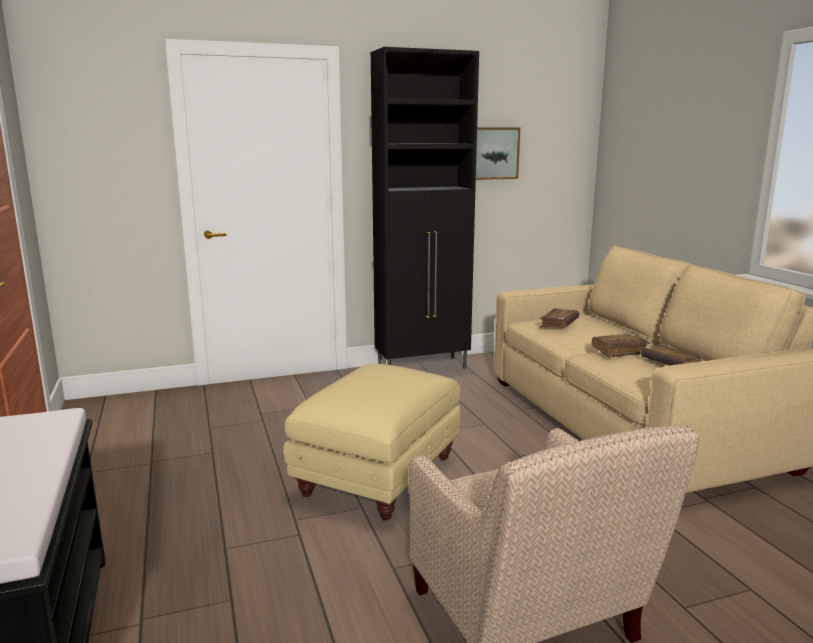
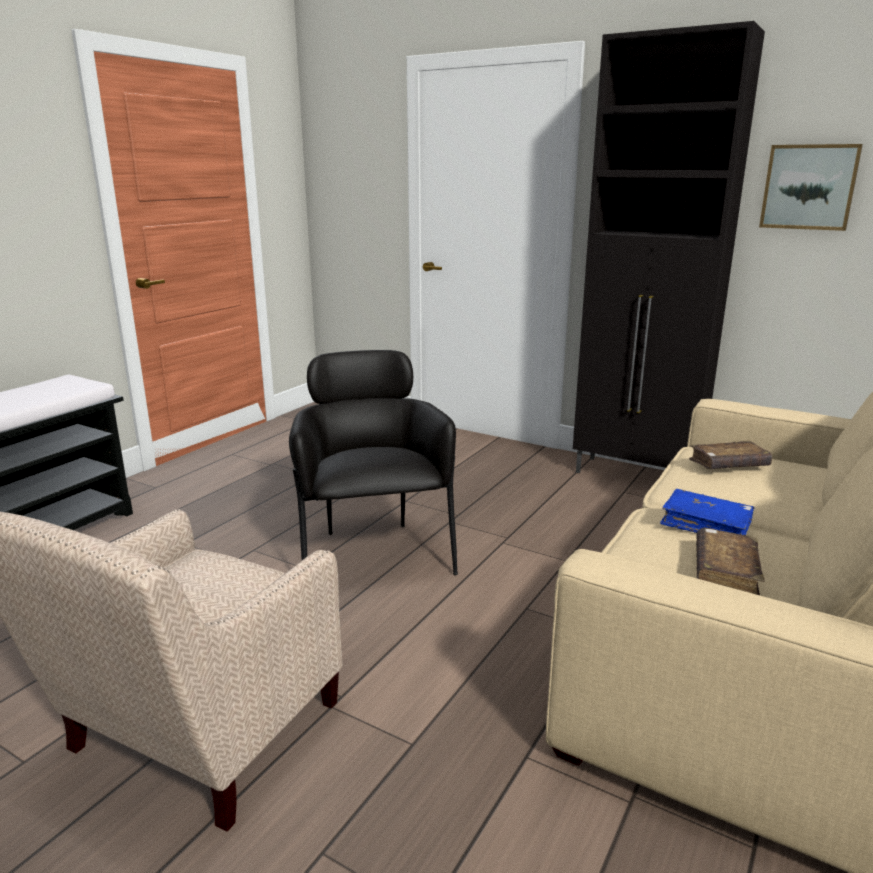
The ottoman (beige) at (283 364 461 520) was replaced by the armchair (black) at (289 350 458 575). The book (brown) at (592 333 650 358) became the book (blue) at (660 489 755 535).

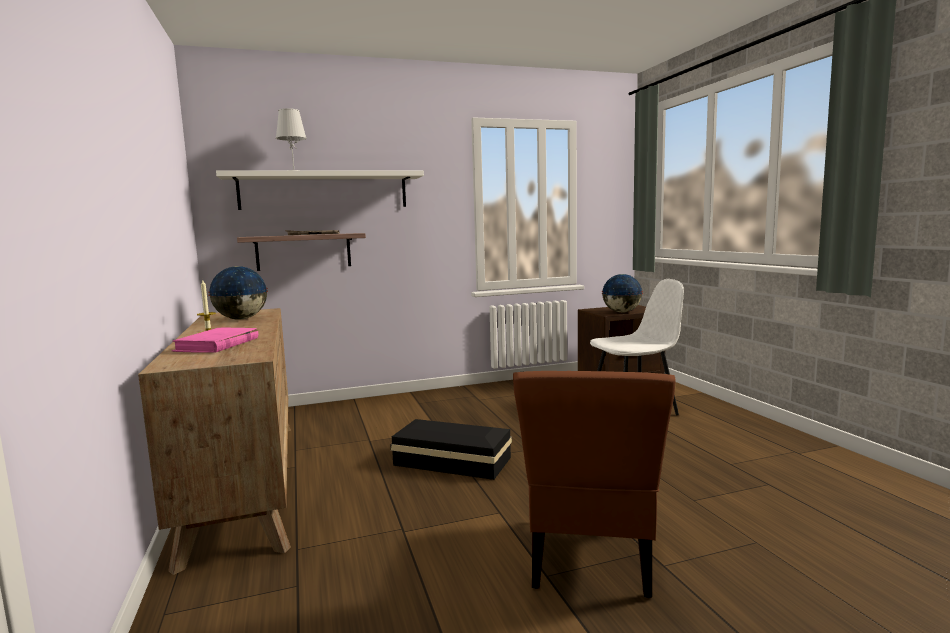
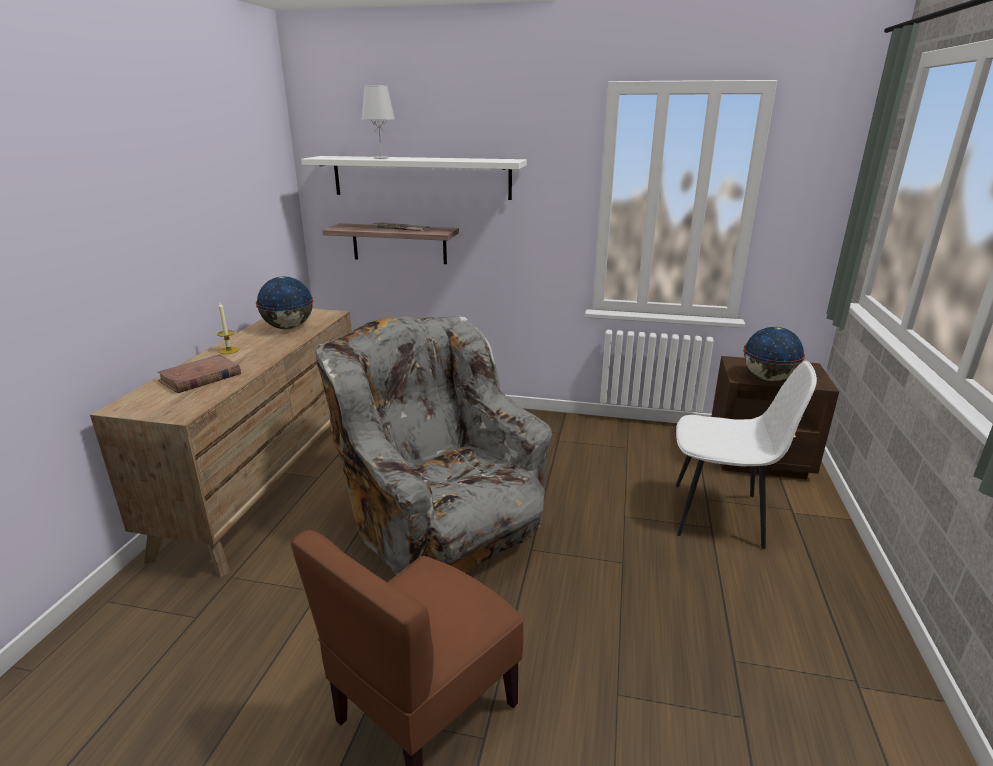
The book (pink) at (171 328 258 353) became the book (brown) at (158 354 241 393). The storage box (black) at (390 419 512 480) was replaced by the armchair (grey) at (315 316 552 575).

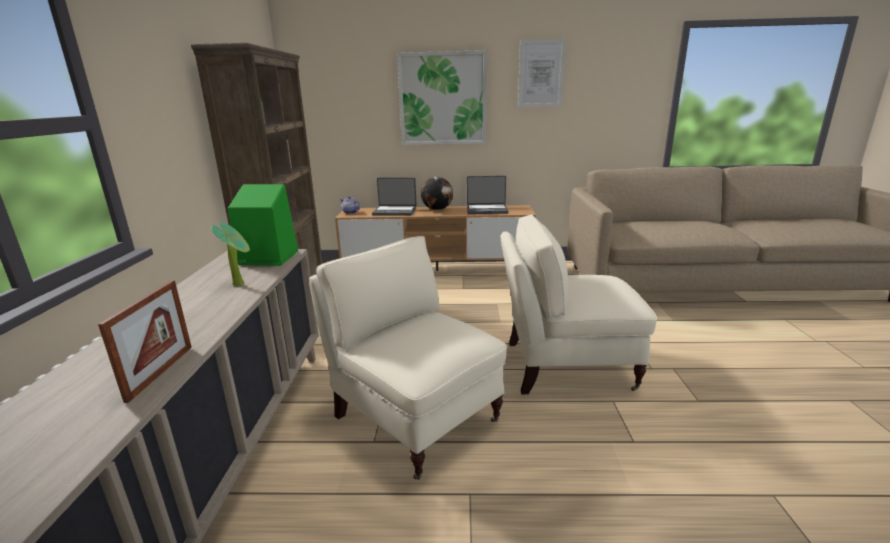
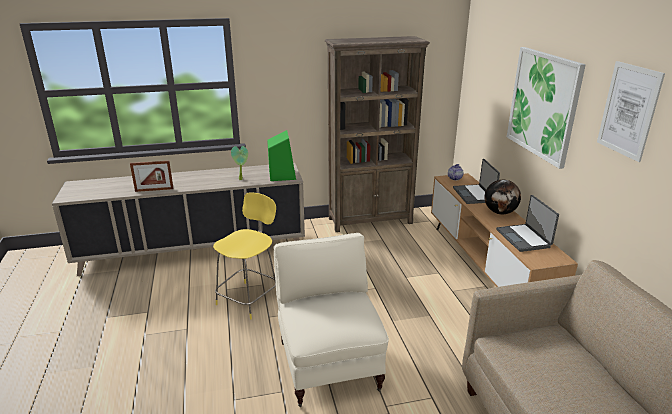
The armchair (beige) at (309 236 507 480) was replaced by the stool (yellow) at (213 192 276 320).

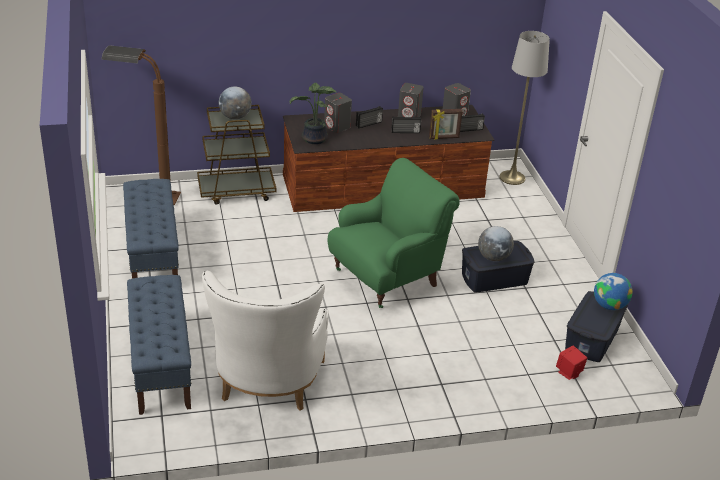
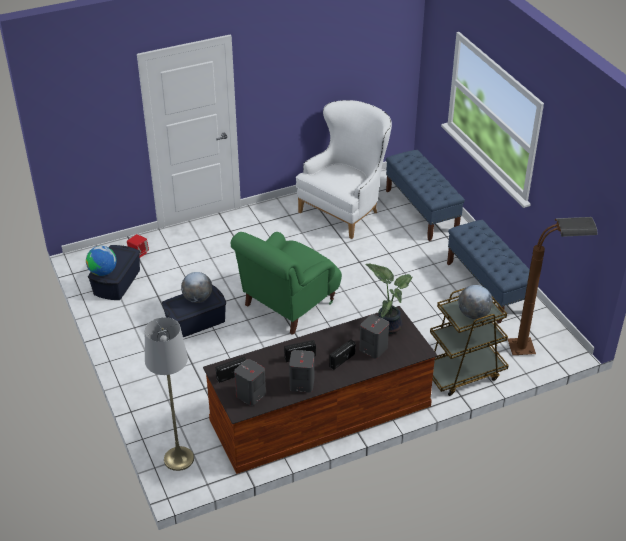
The armchair (white) at (202 271 329 410) turned 45 degrees clockwise. The picture frame at (429 109 463 139) disappeared.

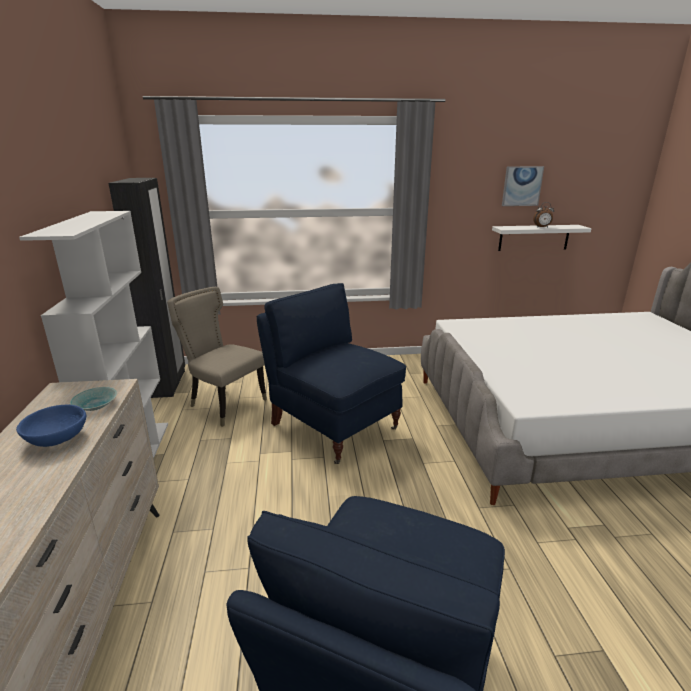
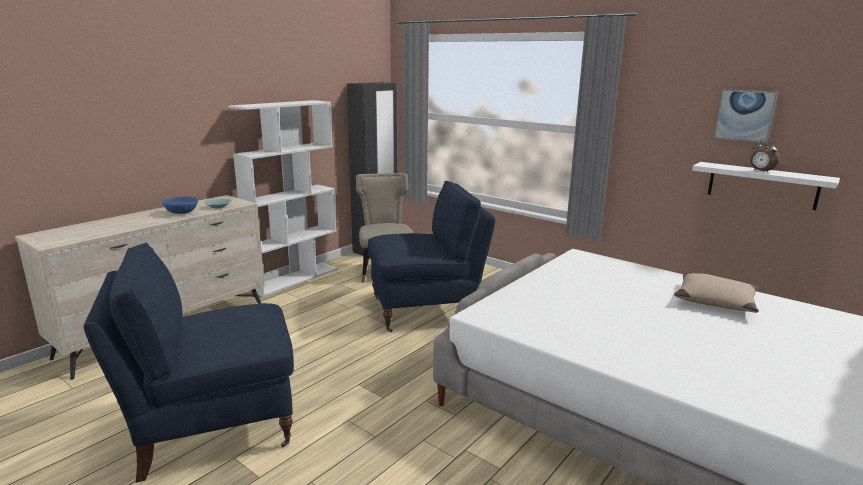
The armchair (blue) at (257 283 406 464) turned 75 degrees clockwise. The pillow (beige) at (674 273 759 313) appeared.

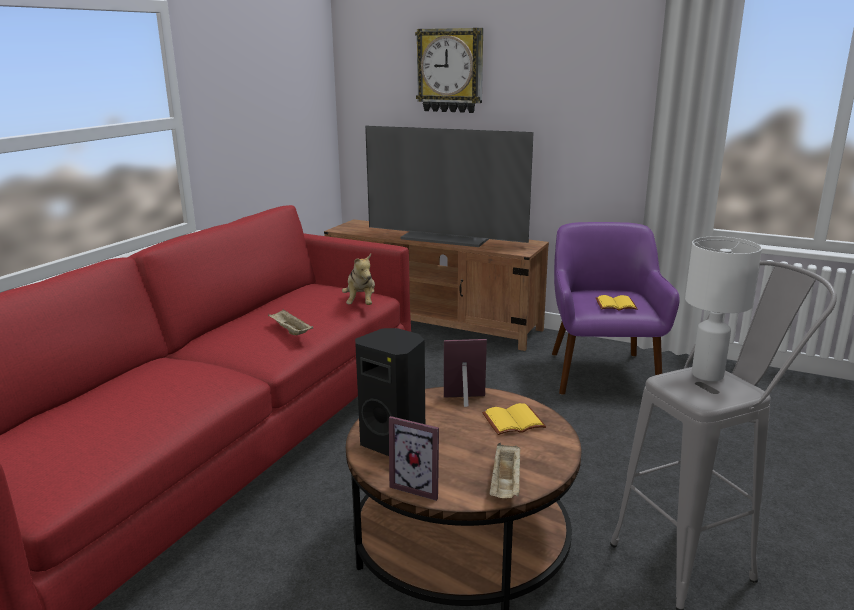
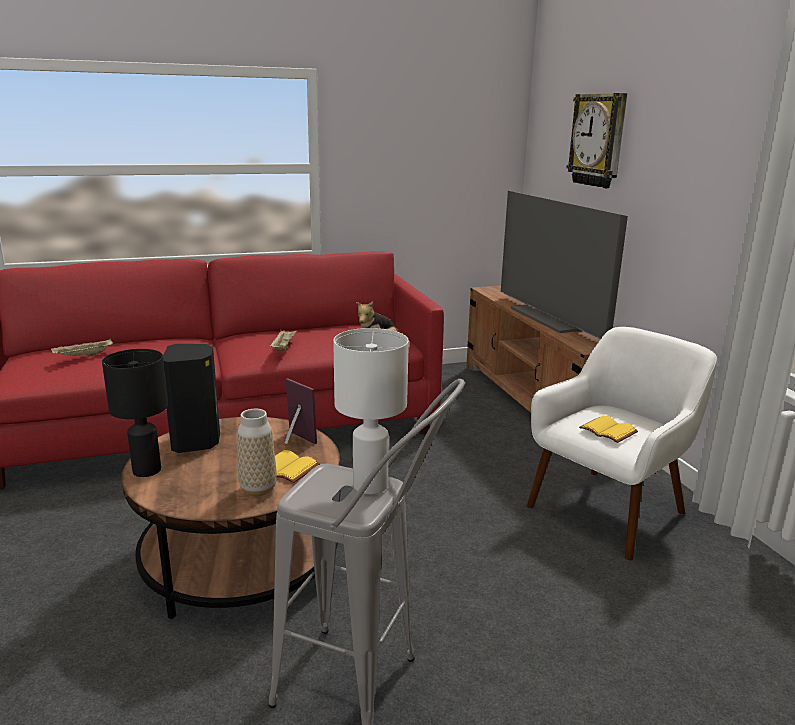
The tray (beige) moved from (489 443 520 498) to (51 338 113 357). The picture frame at (389 416 439 501) was replaced by the table lamp (black) at (102 349 168 477). The vase at (237 409 277 496) appeared. The armchair (purple) at (552 222 680 395) became the armchair (white) at (527 327 717 561).

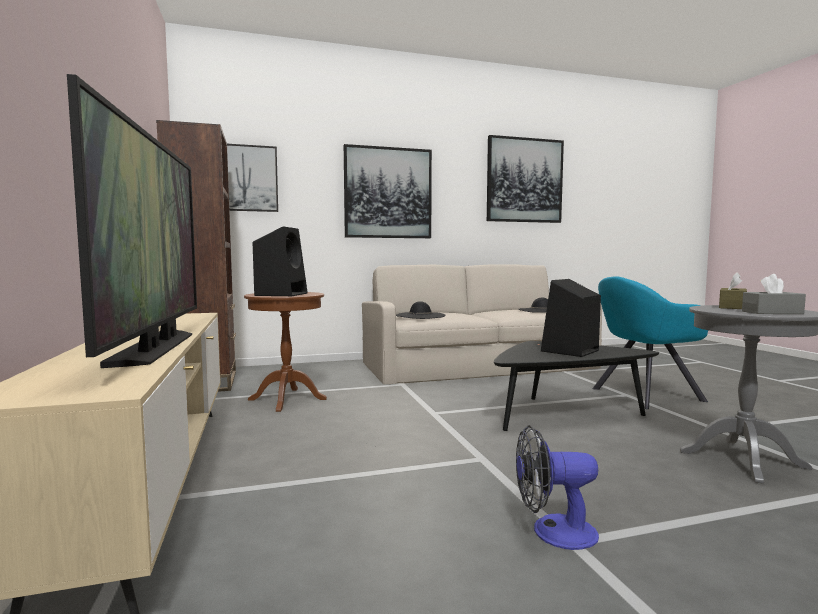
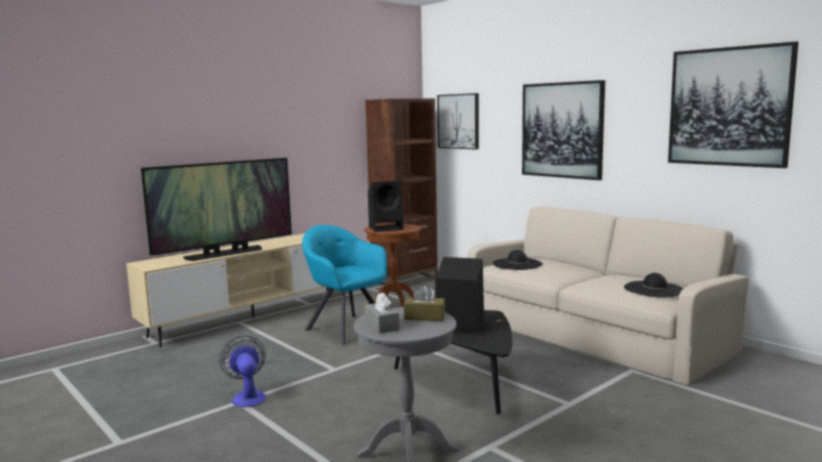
The armchair (turquoise) moved from (592 276 708 409) to (302 225 387 345).

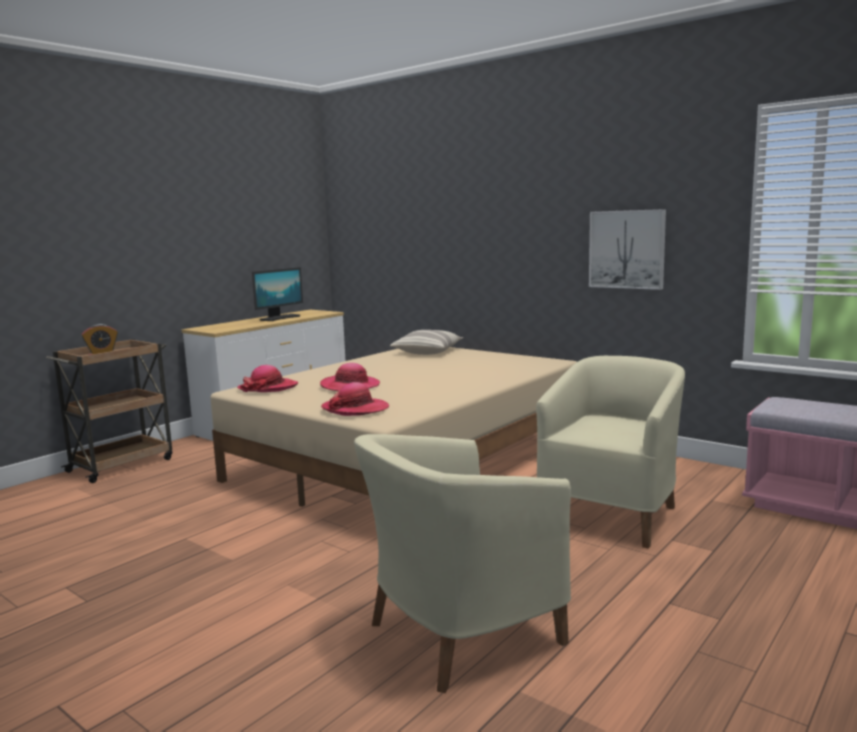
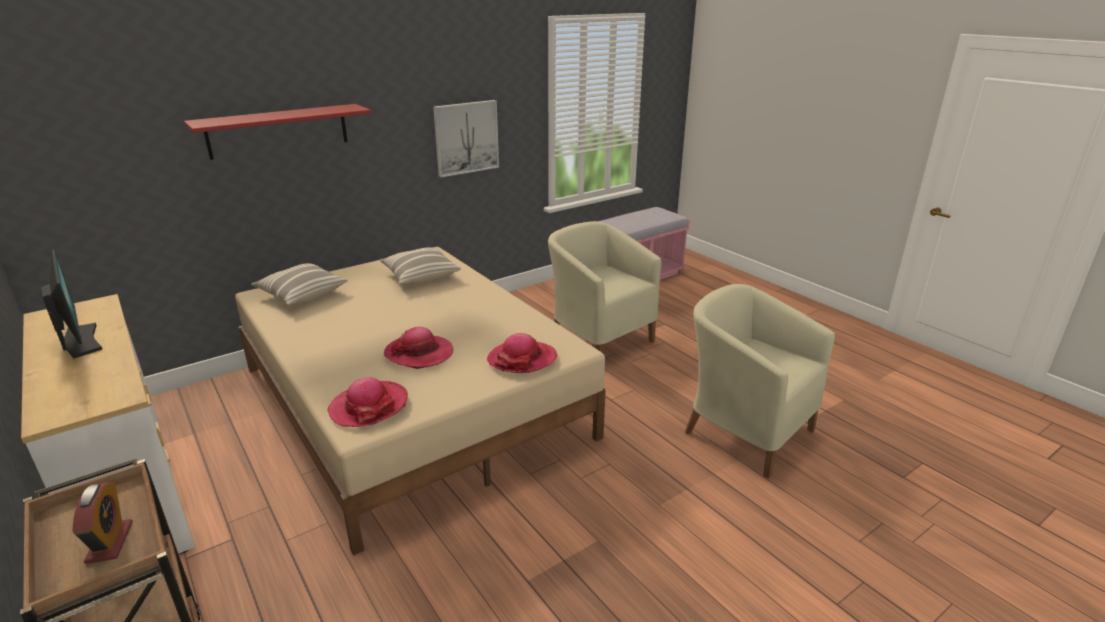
The shelf (red) at (184 104 371 160) appeared. The pillow at (380 247 461 284) appeared. The armchair (beige) at (354 434 571 693) turned 150 degrees clockwise.

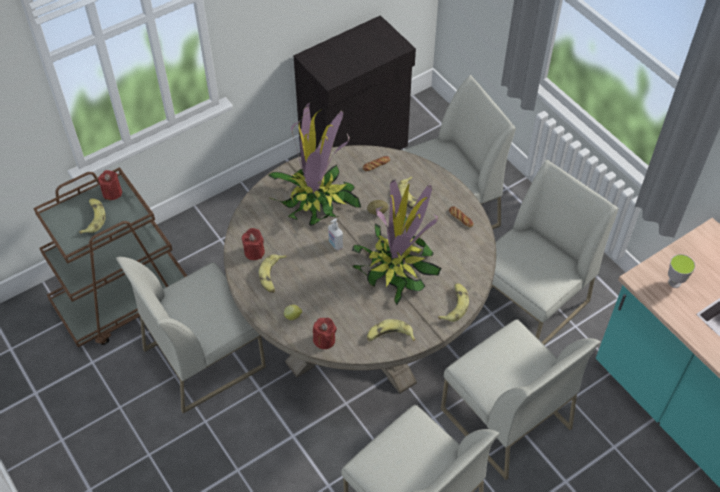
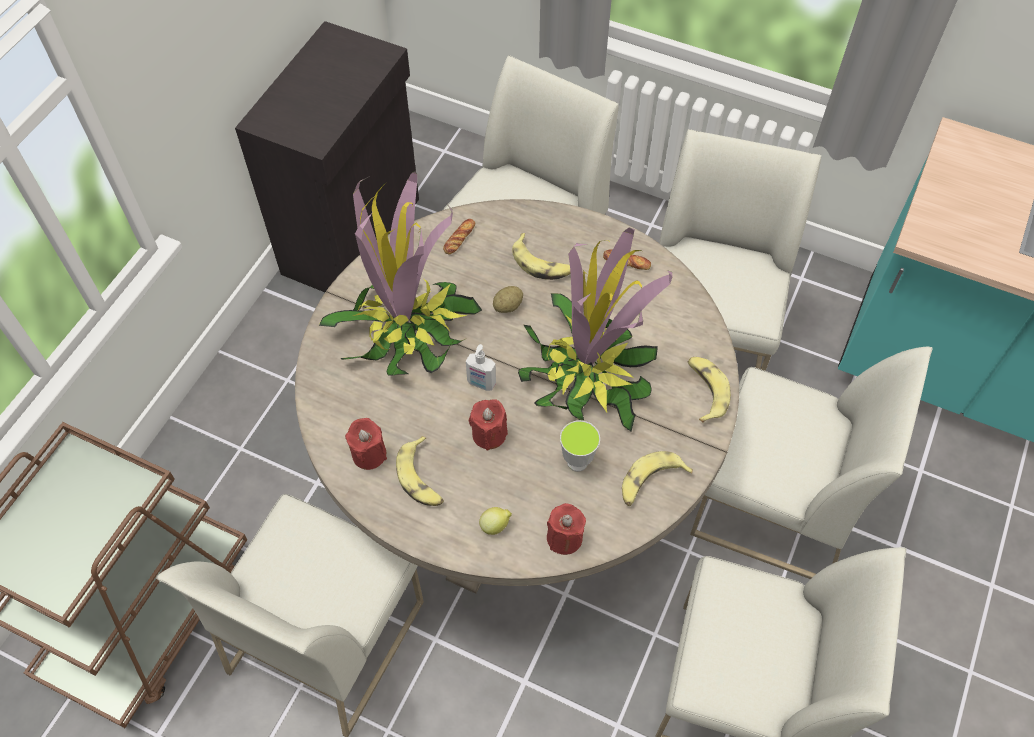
The candle (red) moved from (98 170 122 200) to (469 399 508 451). The cup moved from (668 254 695 288) to (560 420 600 472). The banana at (79 198 106 234) disappeared.

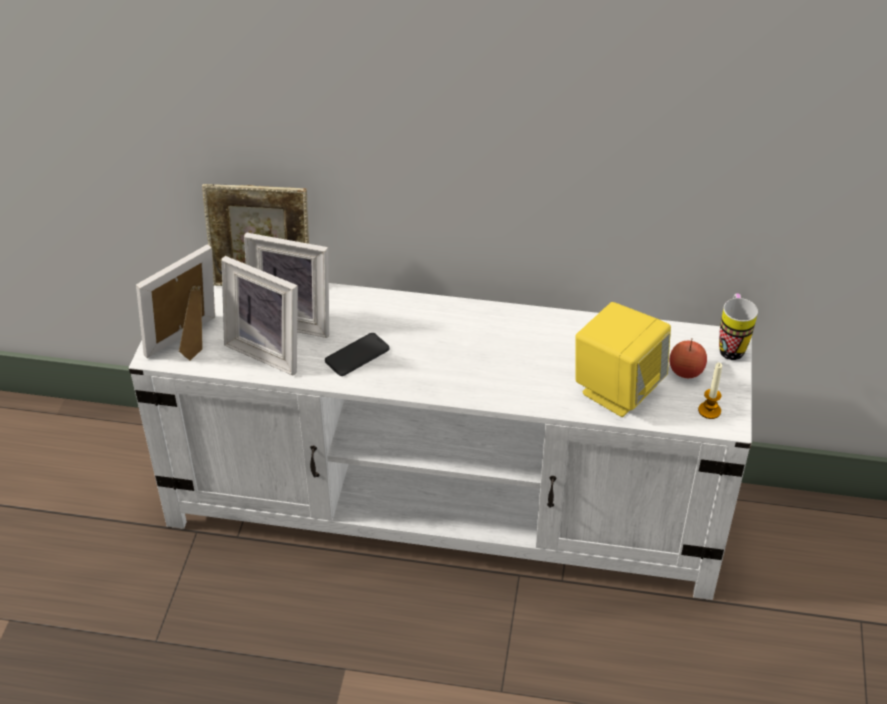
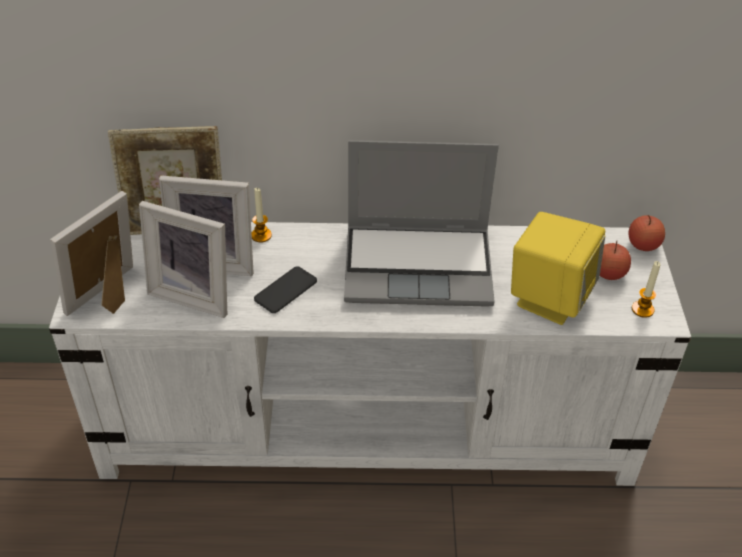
The candle at (252 188 272 243) appeared. The laptop at (344 140 499 307) appeared. The mug at (719 293 758 360) was replaced by the apple at (629 215 665 251).

